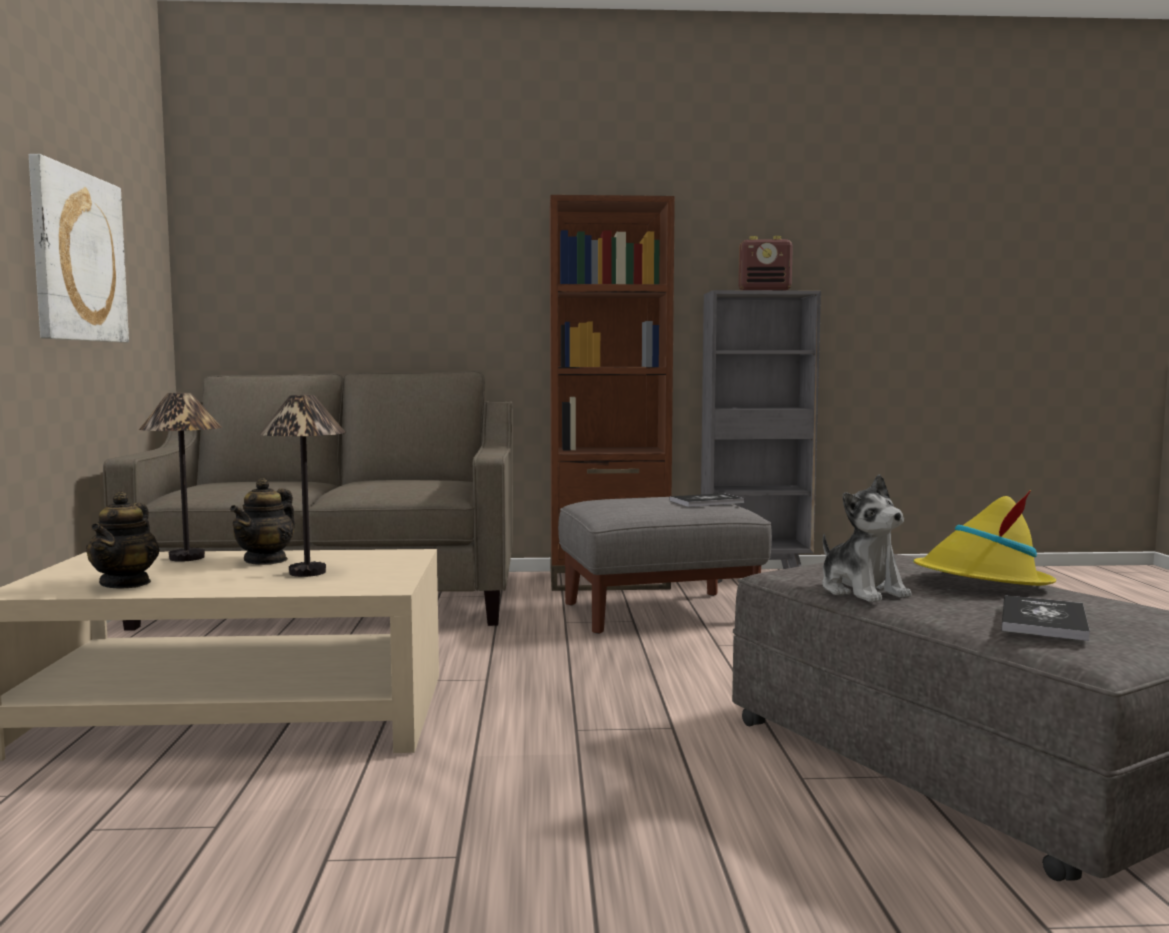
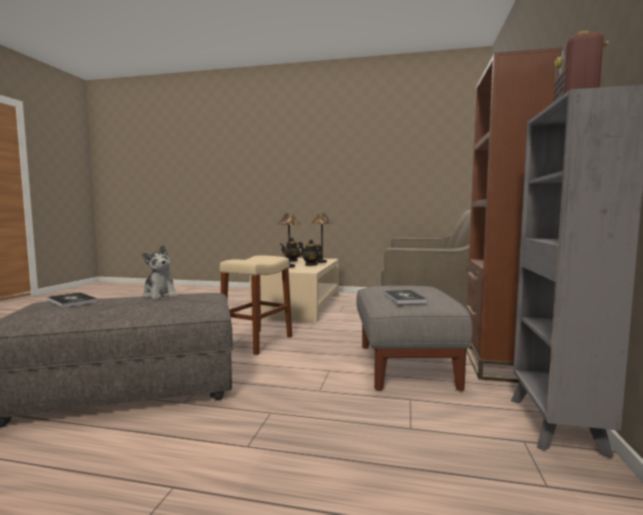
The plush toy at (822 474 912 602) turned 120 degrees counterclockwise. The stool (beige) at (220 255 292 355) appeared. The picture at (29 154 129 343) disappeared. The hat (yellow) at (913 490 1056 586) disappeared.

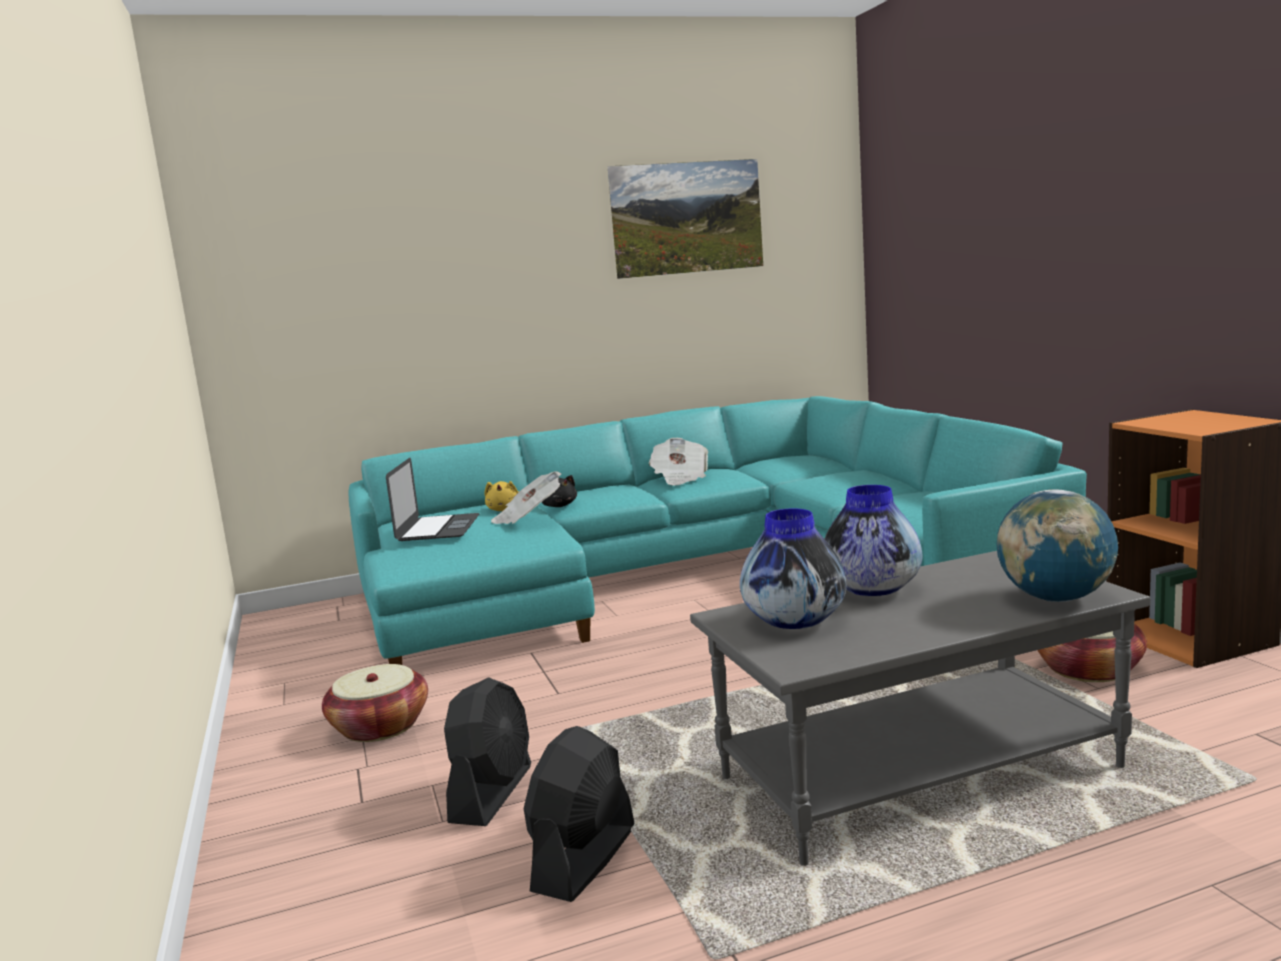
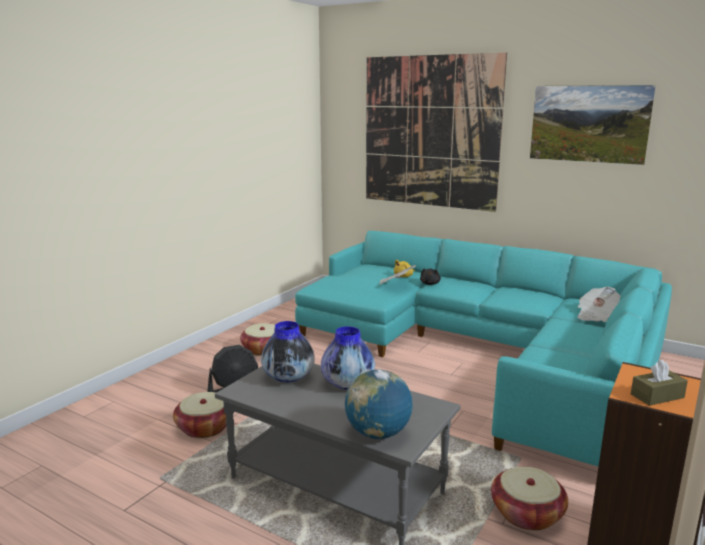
The fan (black) at (523 726 634 902) was replaced by the basket at (173 392 226 438). The picture at (366 52 507 212) appeared. The newspaper moved from (649 438 708 486) to (577 287 621 322). The tissue box (brown) at (631 360 688 406) appeared. The laptop at (386 458 479 541) disappeared.

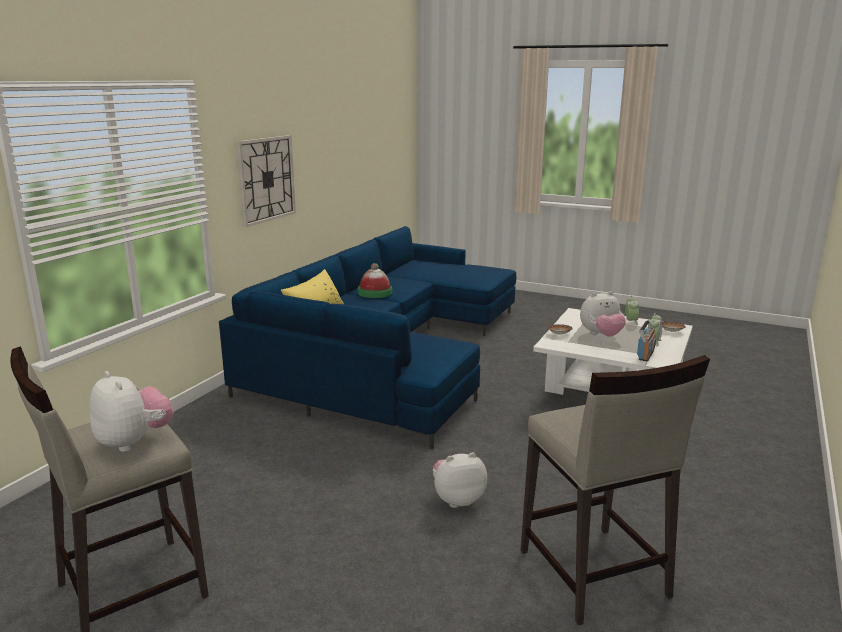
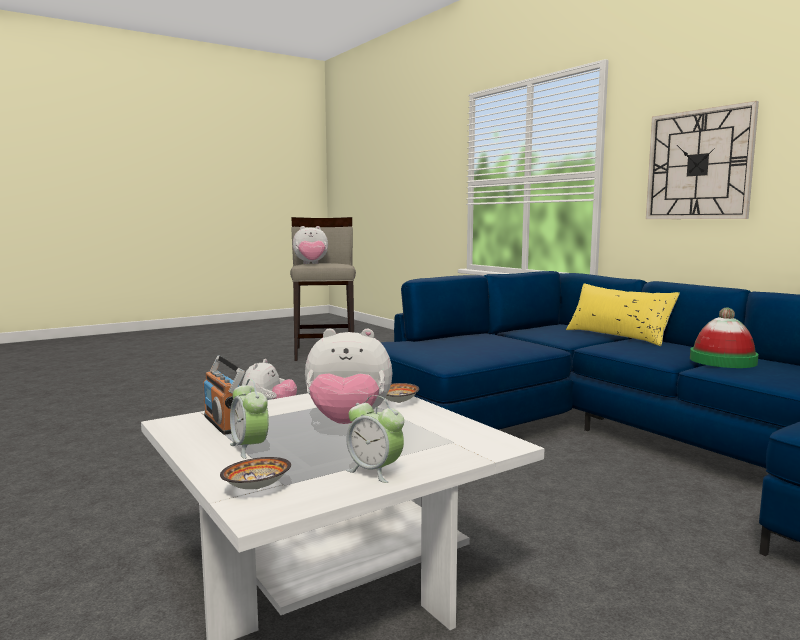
The plush toy at (580 291 626 337) turned 105 degrees counterclockwise. The stool (beige) at (521 355 710 626) disappeared.

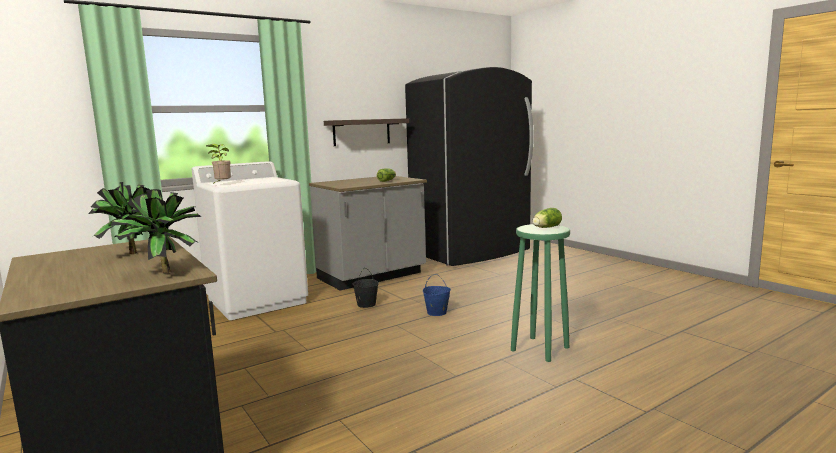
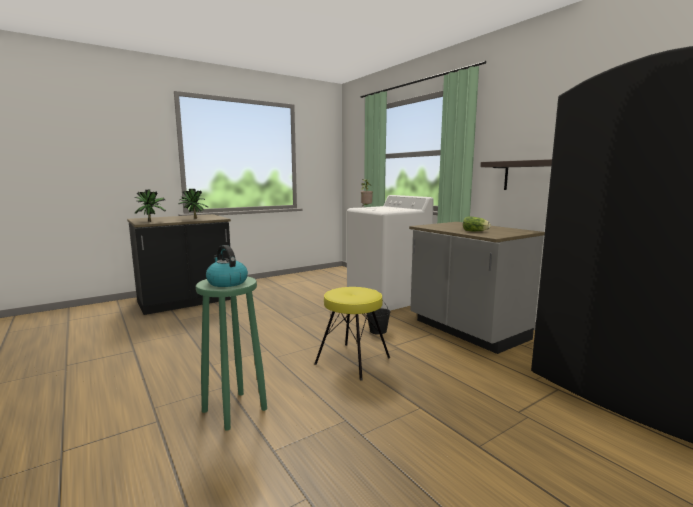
The lettuce at (532 208 562 228) was replaced by the kettle at (206 245 248 287). The bucket (blue) at (423 274 451 316) was replaced by the stool (yellow) at (314 287 390 381).

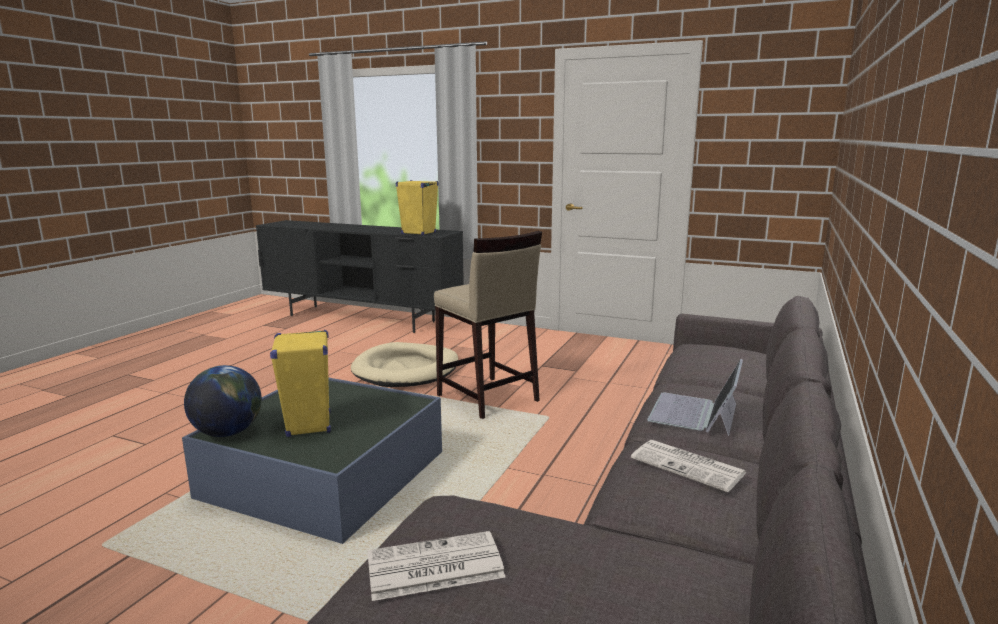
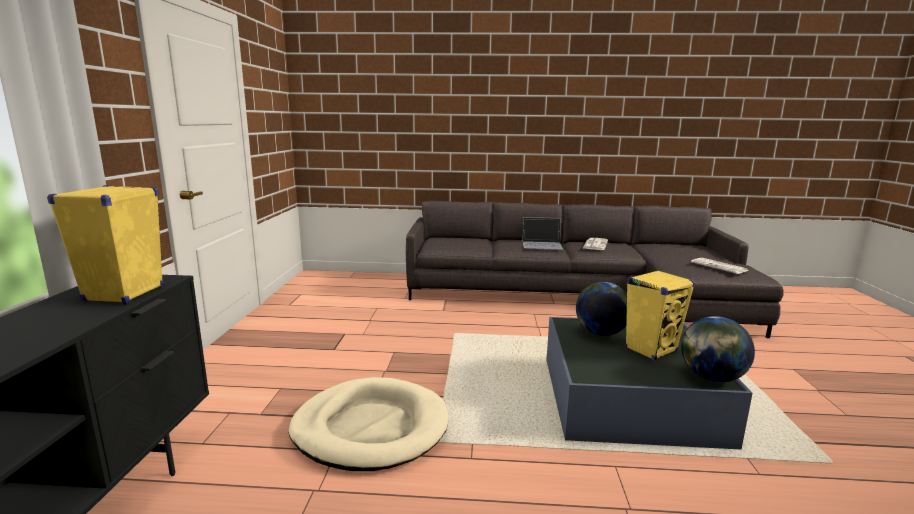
The globe at (576 282 627 336) appeared. The stool (beige) at (434 231 542 419) disappeared.

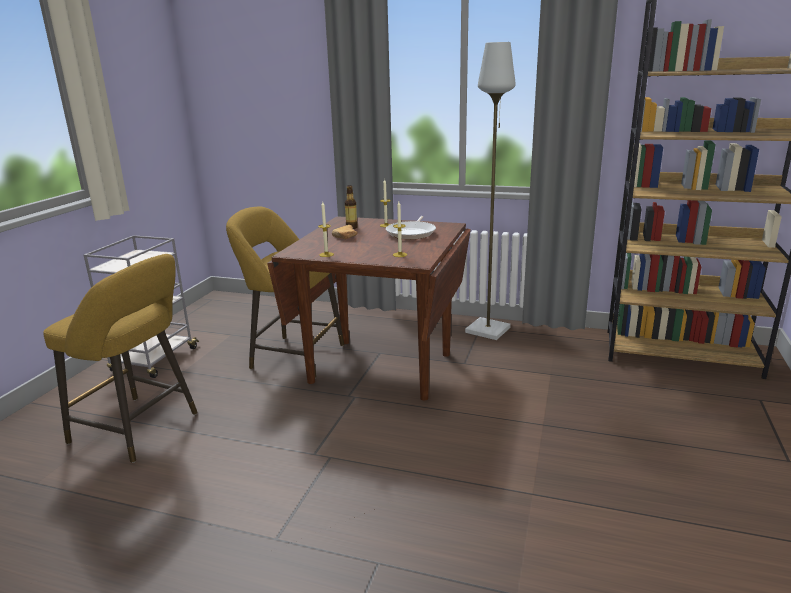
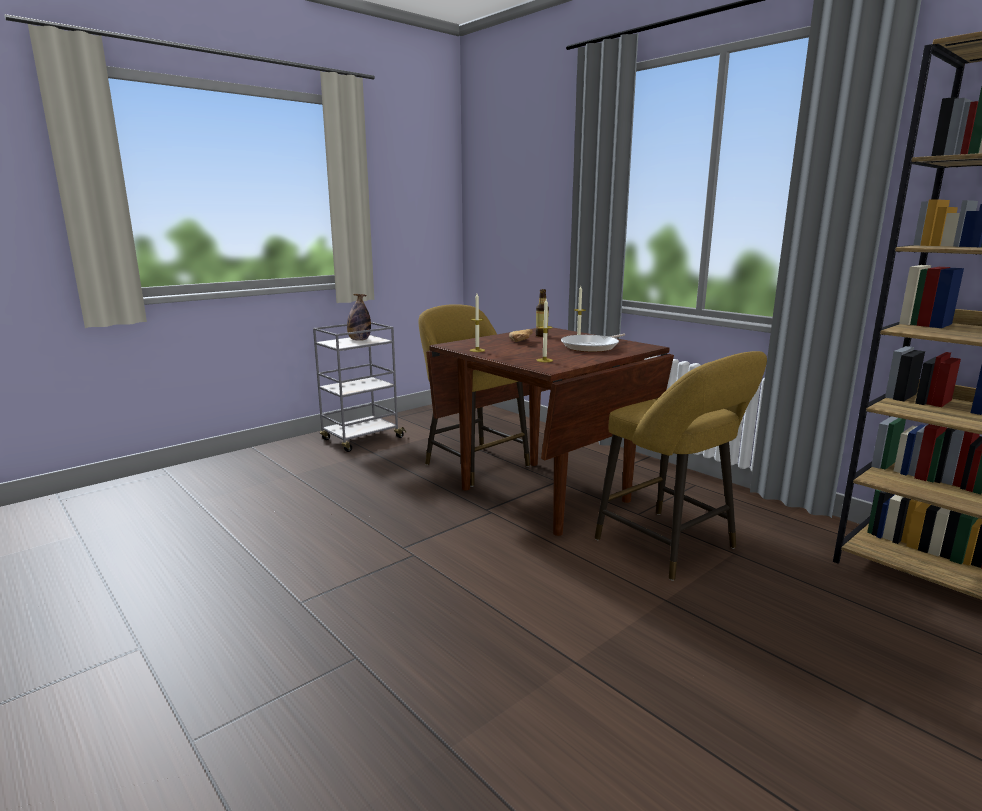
The bottle at (347 294 371 341) appeared. The stool (yellow) moved from (43 254 198 463) to (595 351 767 581). The floor lamp (grey) at (465 42 516 340) disappeared.

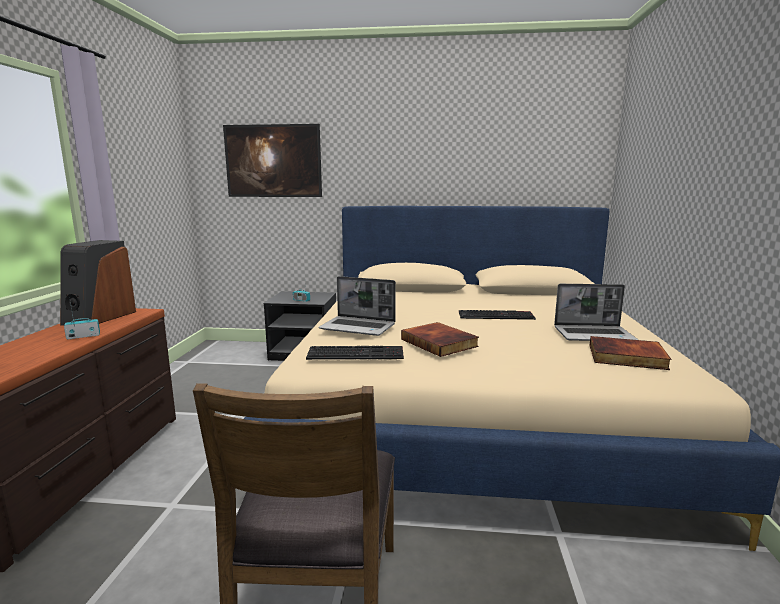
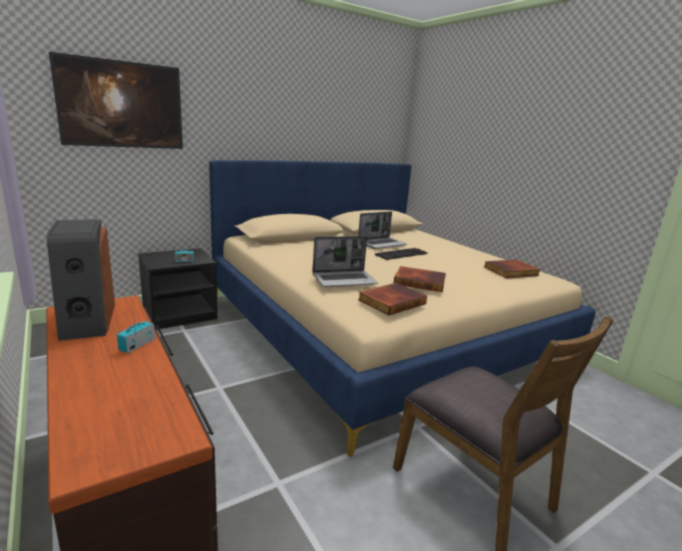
The laptop moved from (554 284 638 341) to (358 211 407 249). The keyboard at (306 346 404 360) was replaced by the book at (358 283 427 316).

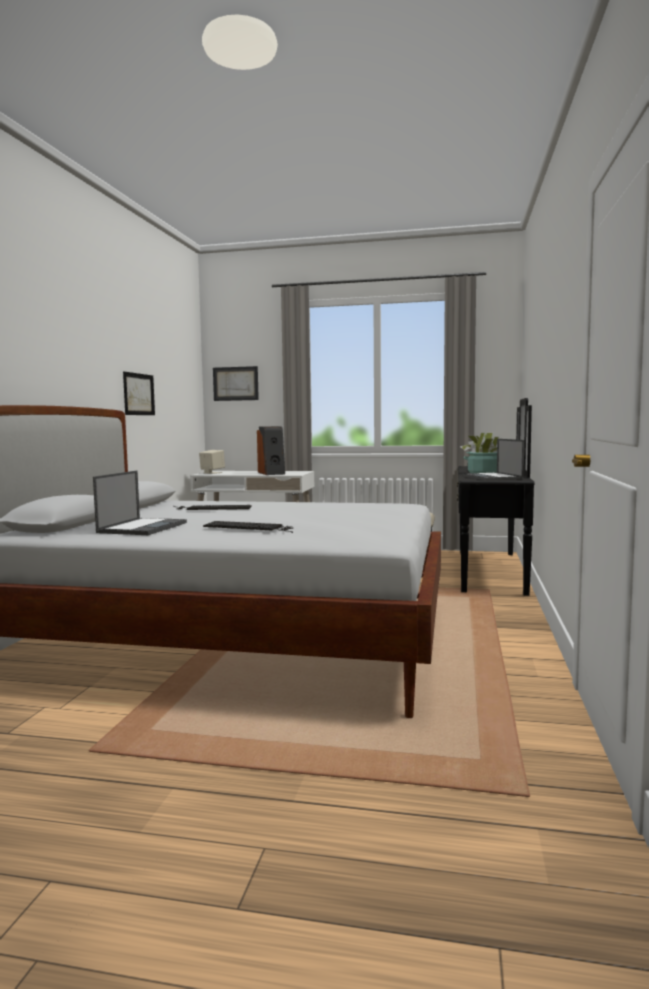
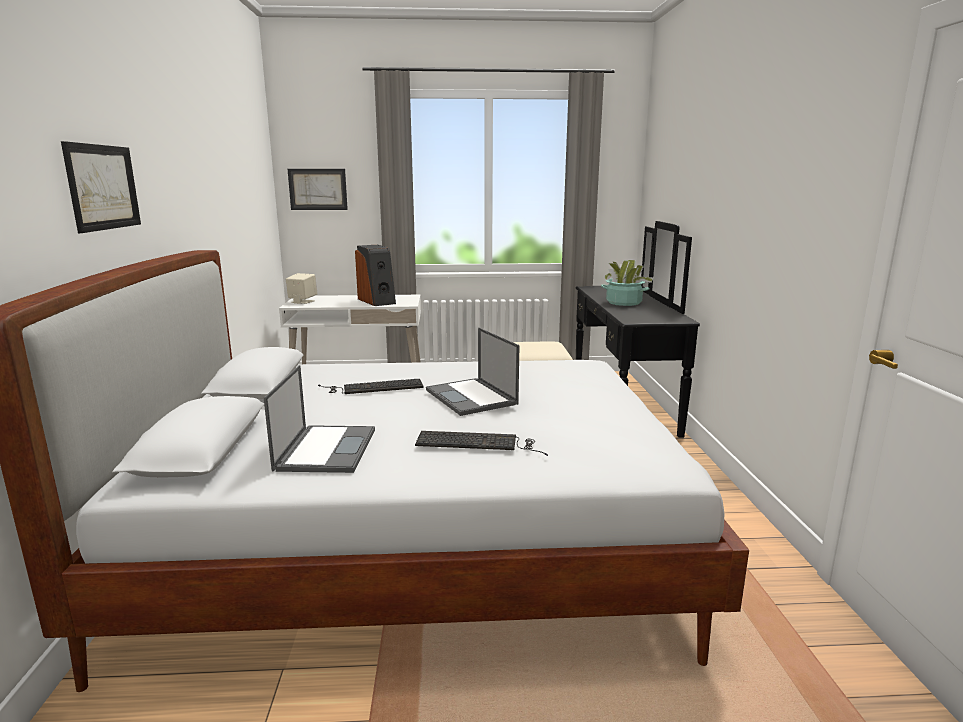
The picture moved from (123 372 155 415) to (61 141 141 233). The laptop moved from (462 439 524 481) to (426 328 520 416).

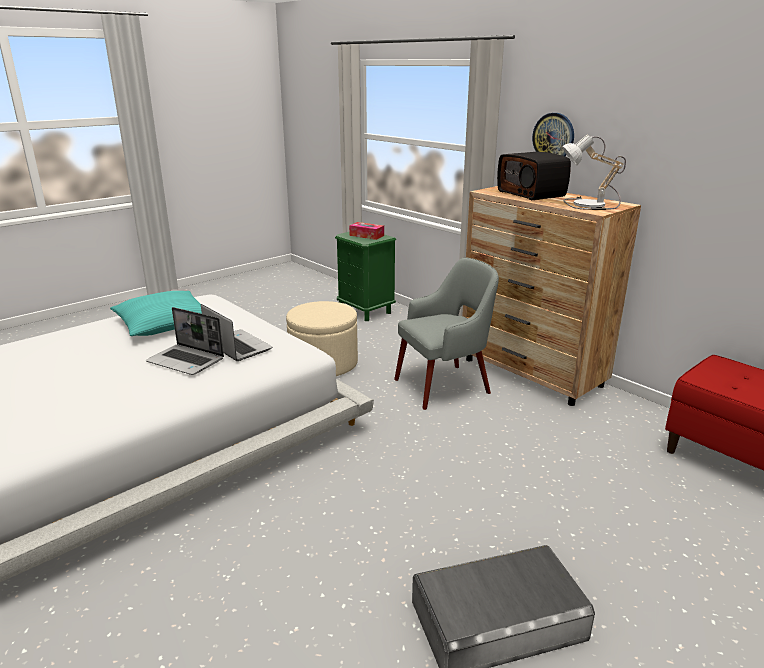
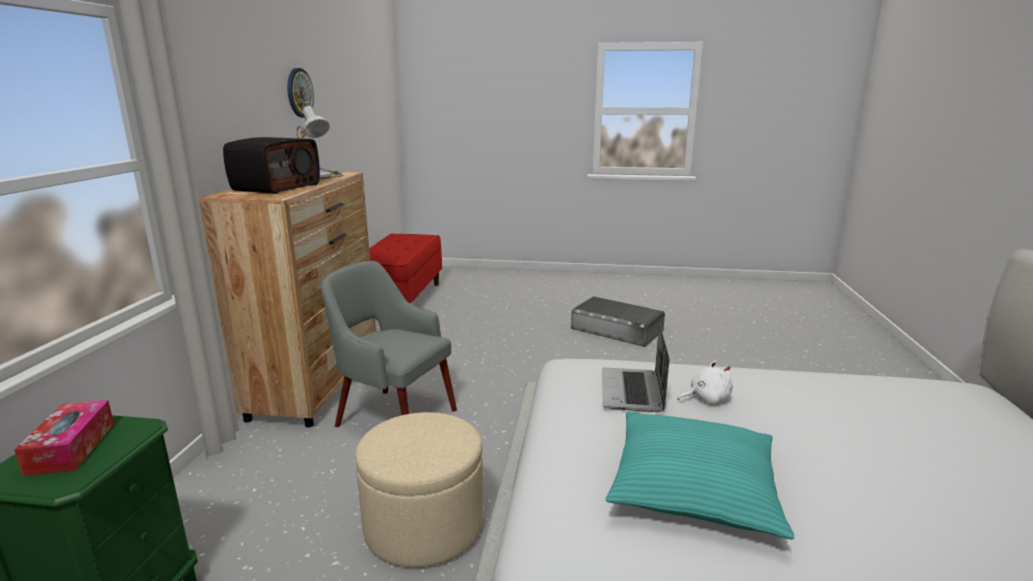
The wall clock moved from (532 113 574 156) to (287 68 314 118). The laptop at (146 307 224 375) was replaced by the plush toy (white) at (678 360 733 404).

